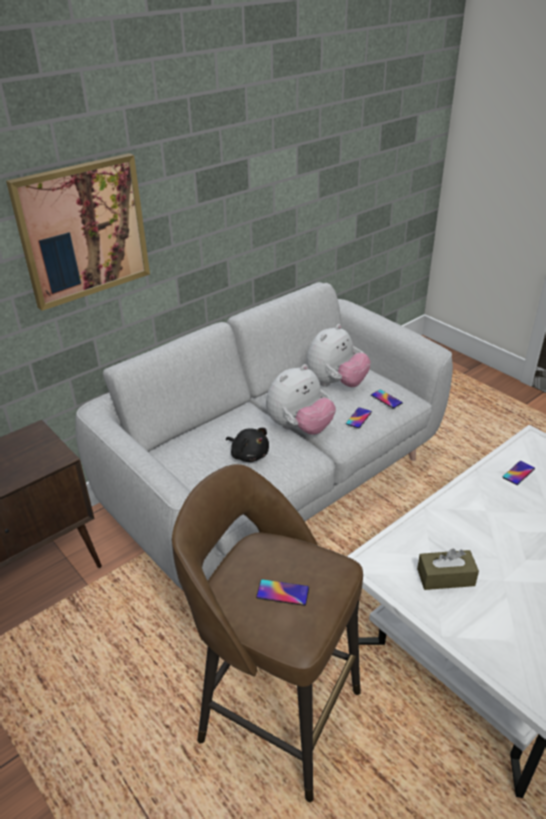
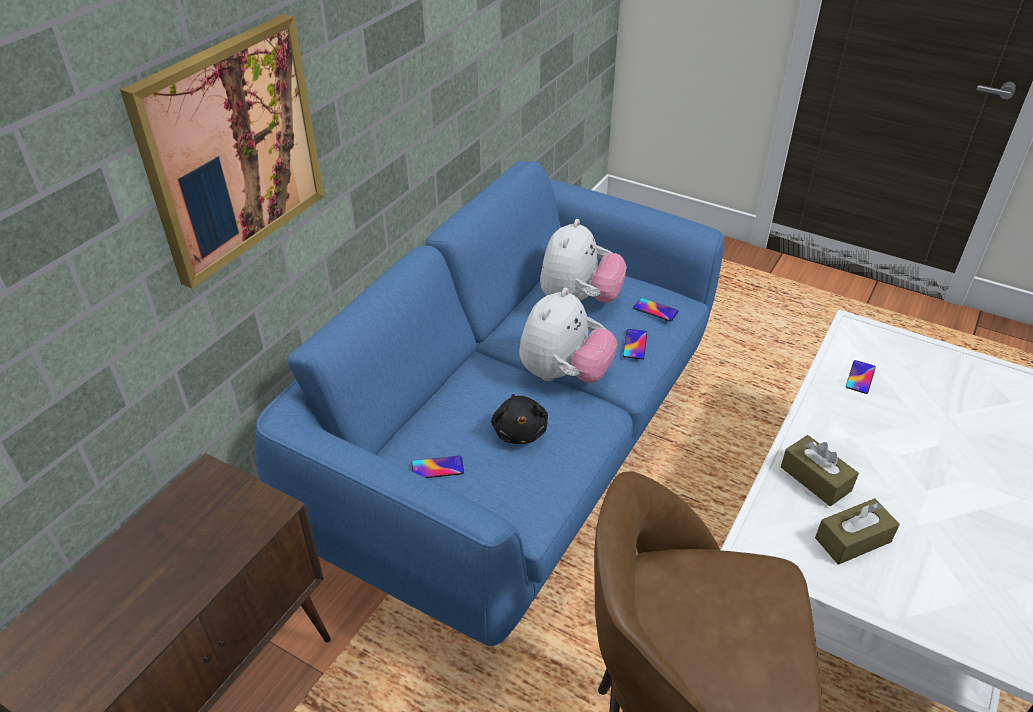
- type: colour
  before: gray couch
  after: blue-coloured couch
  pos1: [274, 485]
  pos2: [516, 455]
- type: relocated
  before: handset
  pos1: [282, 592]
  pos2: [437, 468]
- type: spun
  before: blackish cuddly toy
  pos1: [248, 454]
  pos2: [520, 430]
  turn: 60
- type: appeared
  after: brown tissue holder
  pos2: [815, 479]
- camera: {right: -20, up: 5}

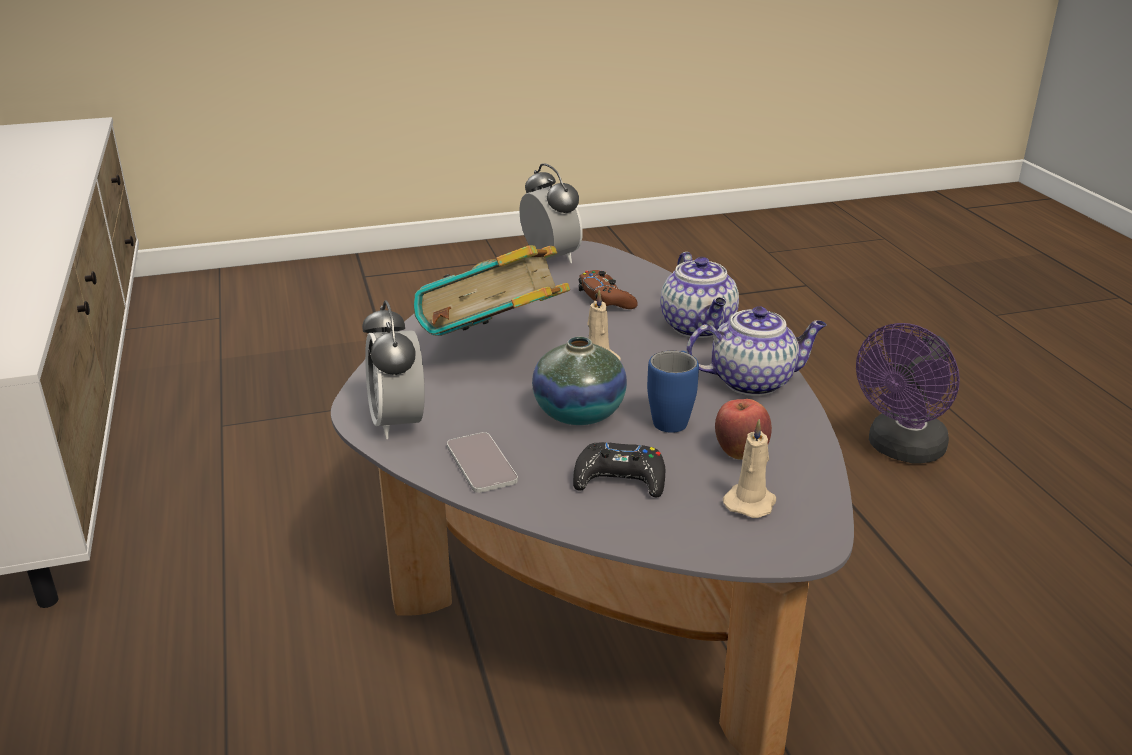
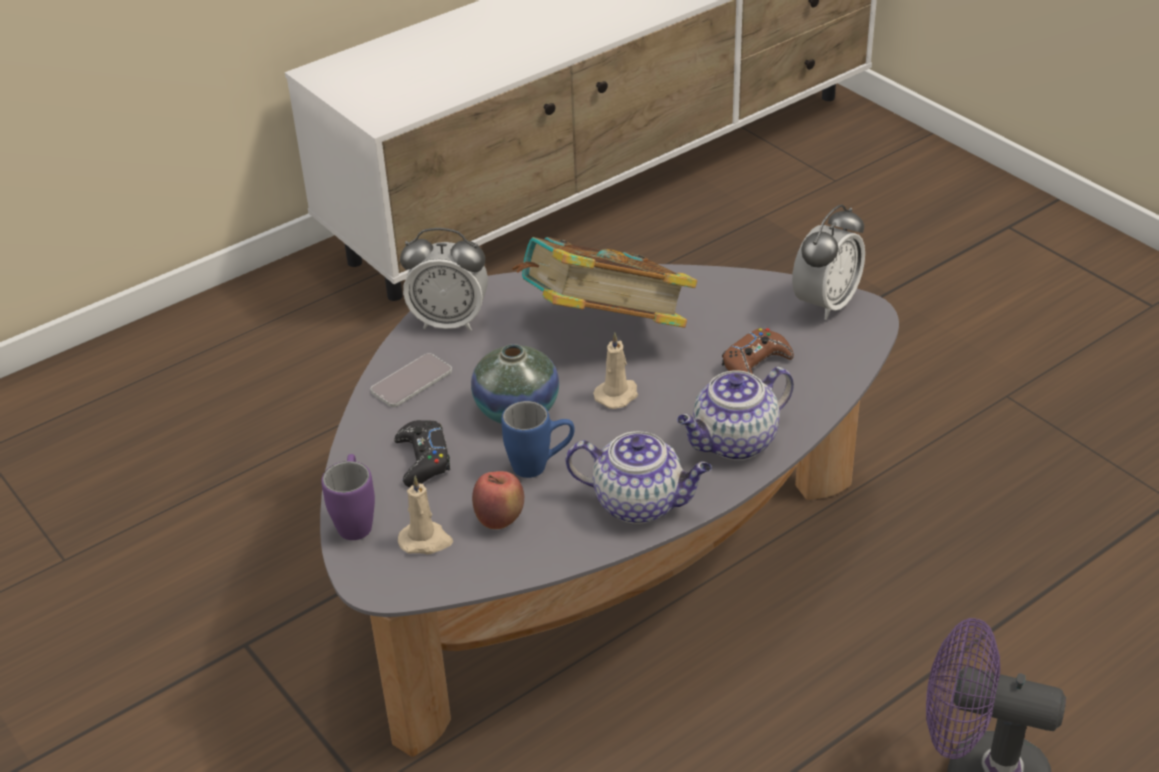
- type: appeared
  after: purplish mug
  pos2: [355, 519]
- type: spun
  before: alarm clock
  pos1: [398, 422]
  pos2: [449, 321]
  turn: -135
- type: spun
  before: teapot
  pos1: [753, 381]
  pos2: [640, 503]
  turn: -45
- camera: {right: 70, up: 10}

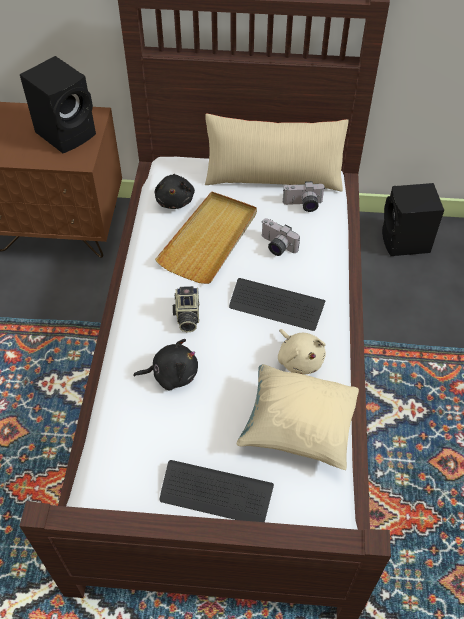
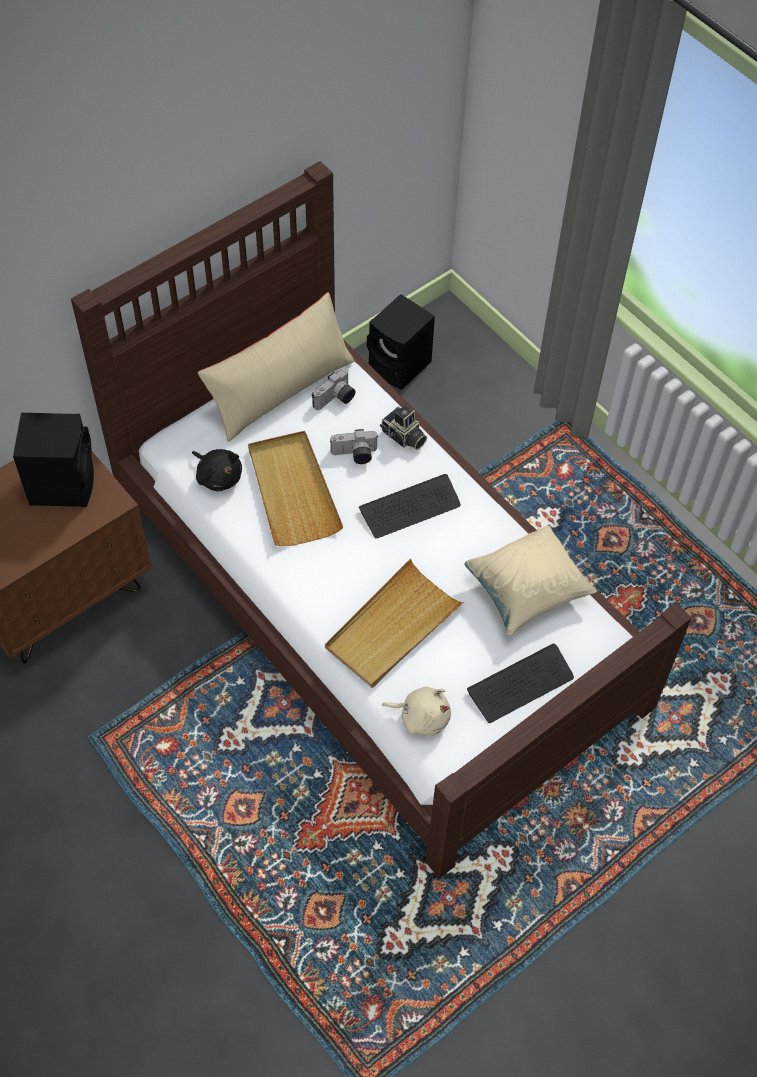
- type: exchanged
  before: blackish cuddly toy
  after: beige tray
  pos1: [172, 374]
  pos2: [392, 627]
- type: relocated
  before: photo camera
  pos1: [187, 316]
  pos2: [403, 437]
- type: relocated
  before: beige cuddly toy
  pos1: [299, 359]
  pos2: [421, 717]
- camera: {right: -45, up: 5}

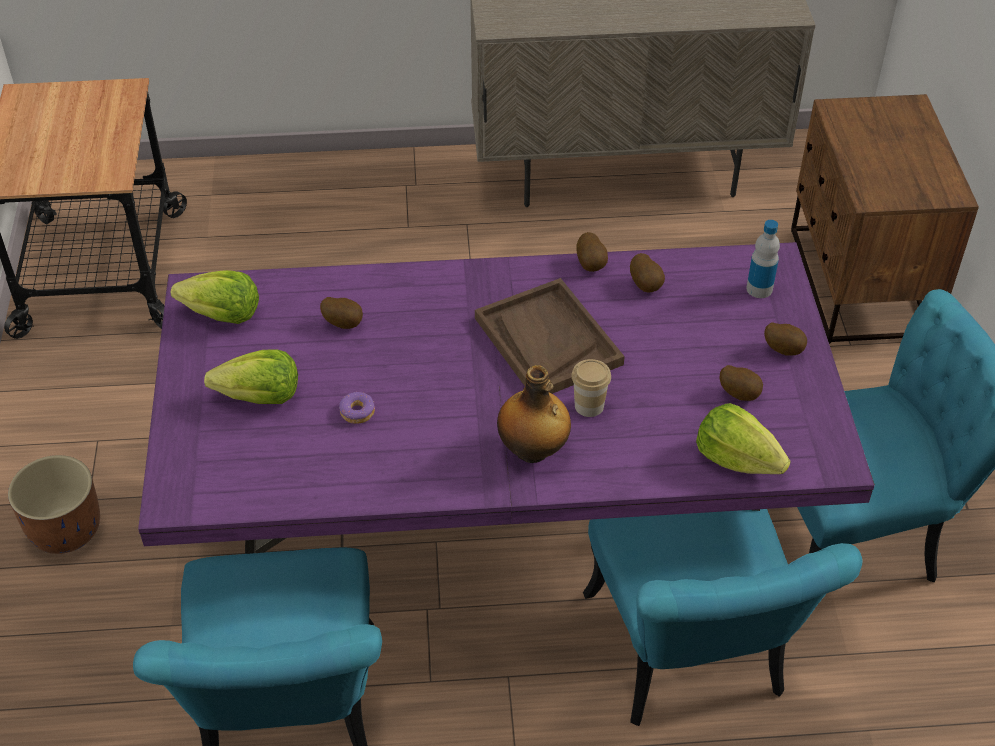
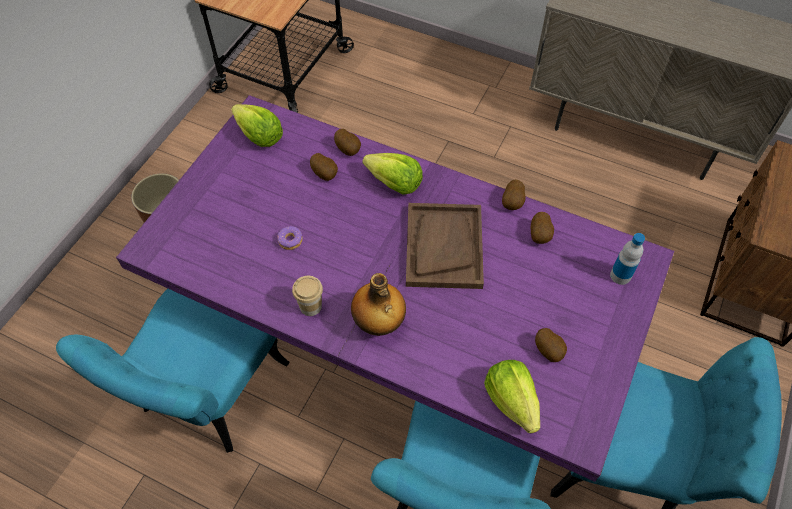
- type: relocated
  before: cup
  pos1: [589, 406]
  pos2: [310, 306]
- type: relocated
  before: spud
  pos1: [783, 349]
  pos2: [348, 150]
- type: relocated
  before: lettuce
  pos1: [259, 397]
  pos2: [394, 183]
- camera: {right: 30, up: 10}

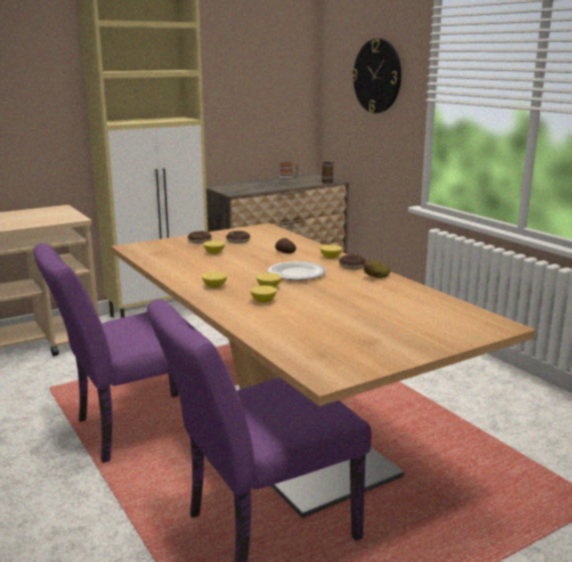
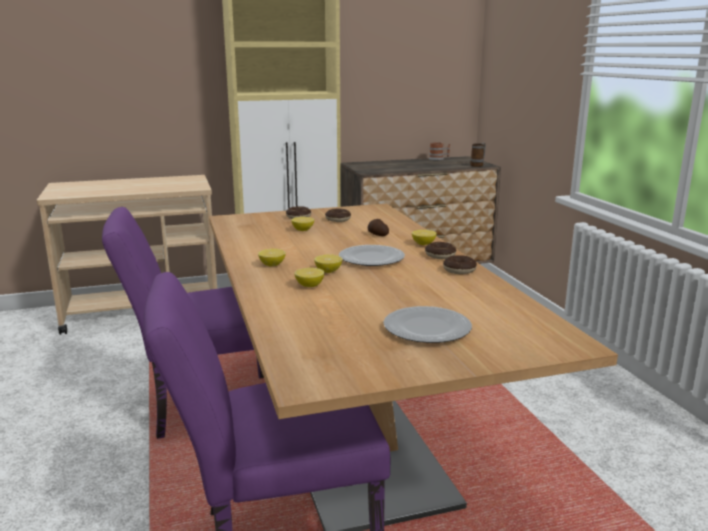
- type: appeared
  after: flat dish
  pos2: [426, 328]
- type: exchanged
  before: spud
  after: ring doughnut
  pos1: [377, 277]
  pos2: [459, 270]
- type: missing
  before: clock on the wall
  pos1: [377, 76]
- camera: {right: 15, up: 0}

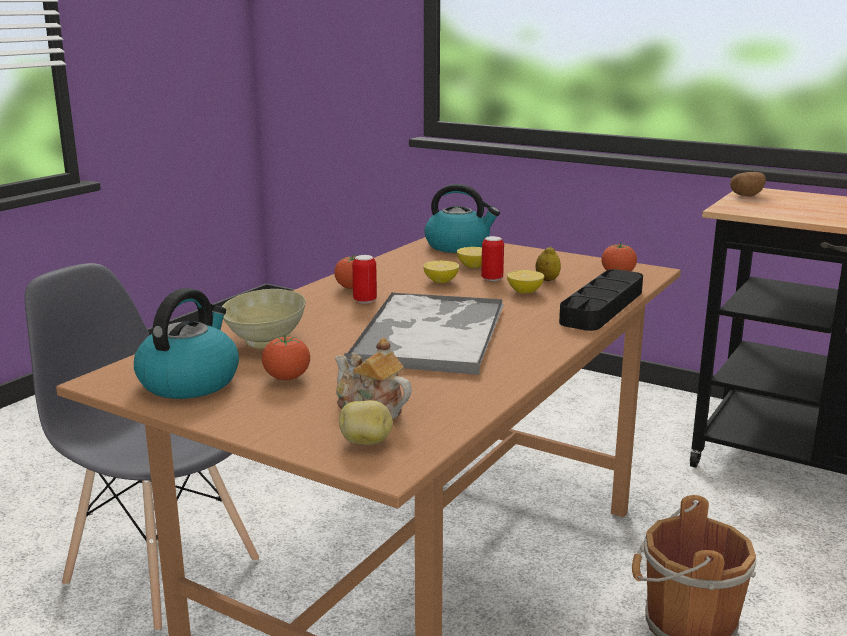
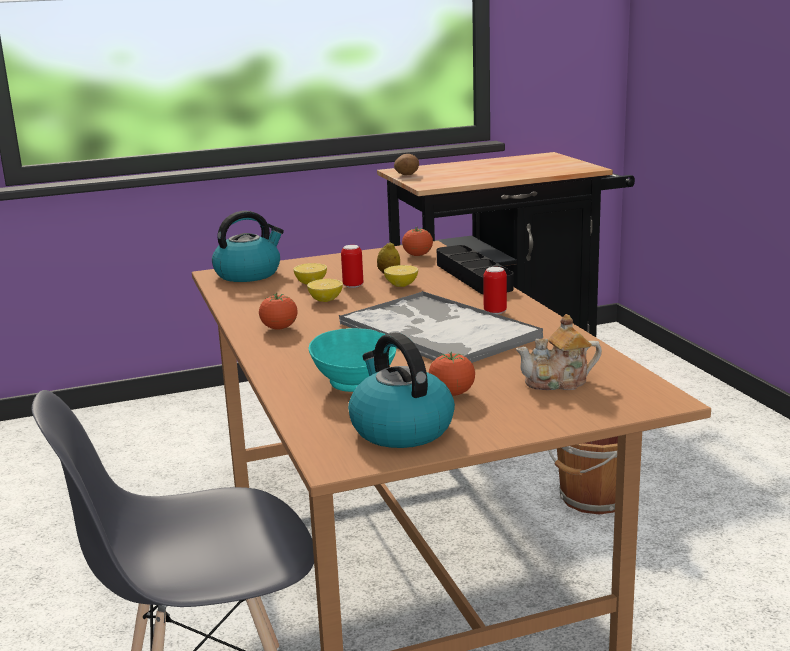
- type: colour
  before: beige bowl
  after: turquoise bowl
  pos1: [264, 342]
  pos2: [353, 385]
- type: relocated
  before: metal can
  pos1: [365, 301]
  pos2: [495, 312]
- type: missing
  before: spud
  pos1: [366, 442]
- camera: {right: -50, up: 0}

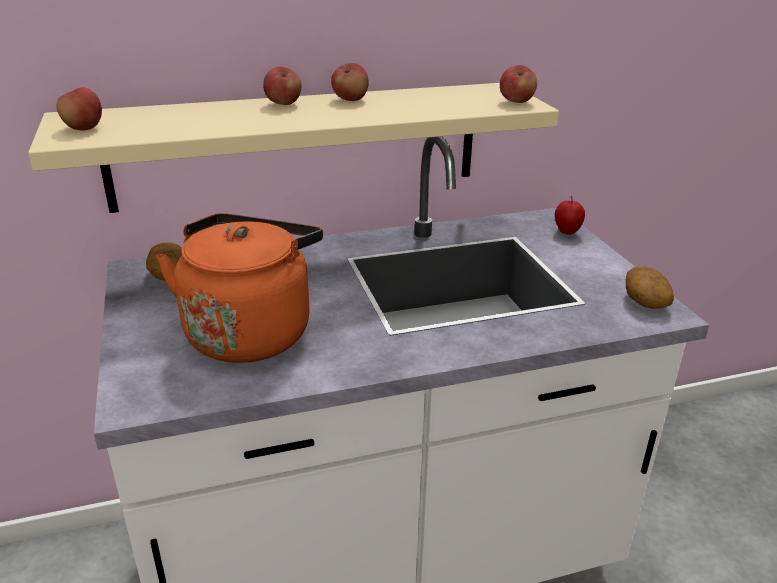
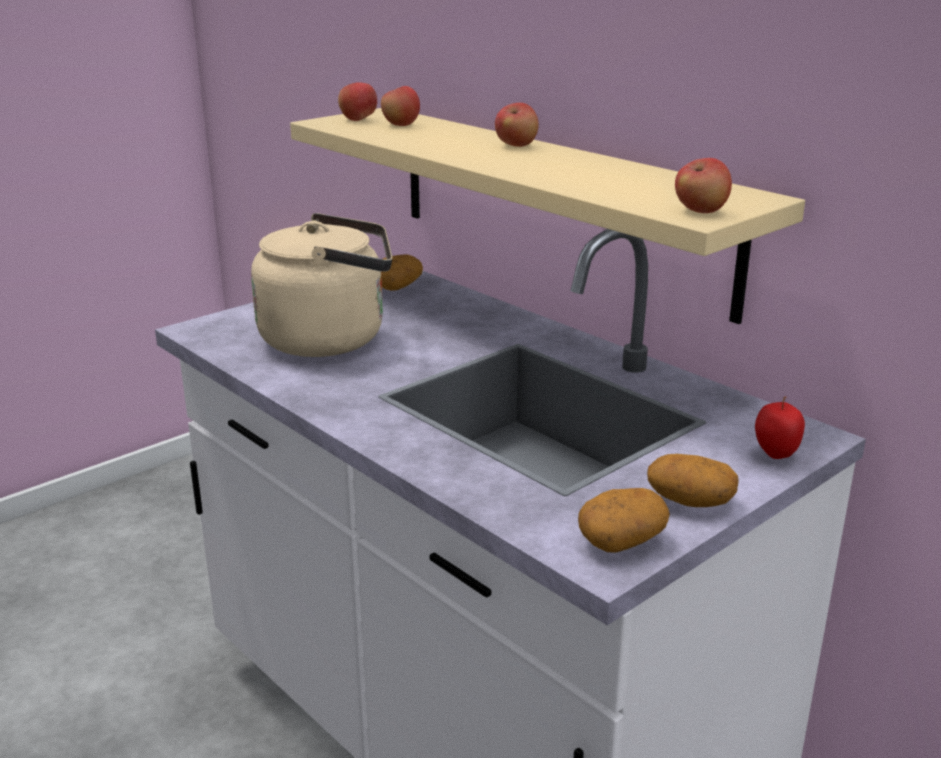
- type: colour
  before: orange kettle
  after: beige kettle
  pos1: [250, 331]
  pos2: [331, 339]
- type: relocated
  before: apple fruit
  pos1: [350, 100]
  pos2: [401, 124]
- type: appeared
  after: spud
  pos2: [689, 501]
- camera: {right: 65, up: -5}

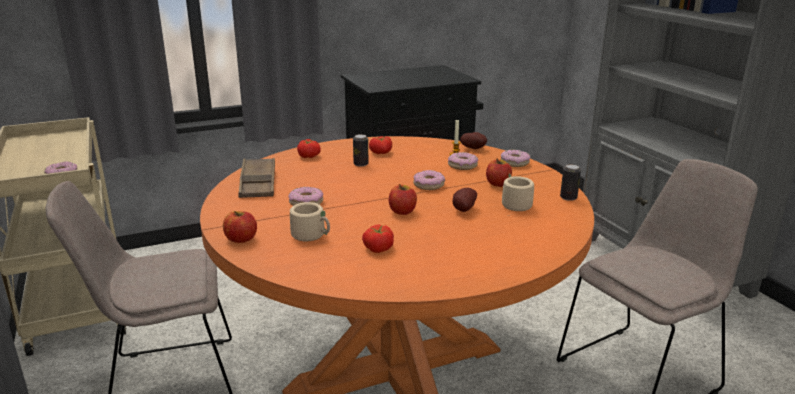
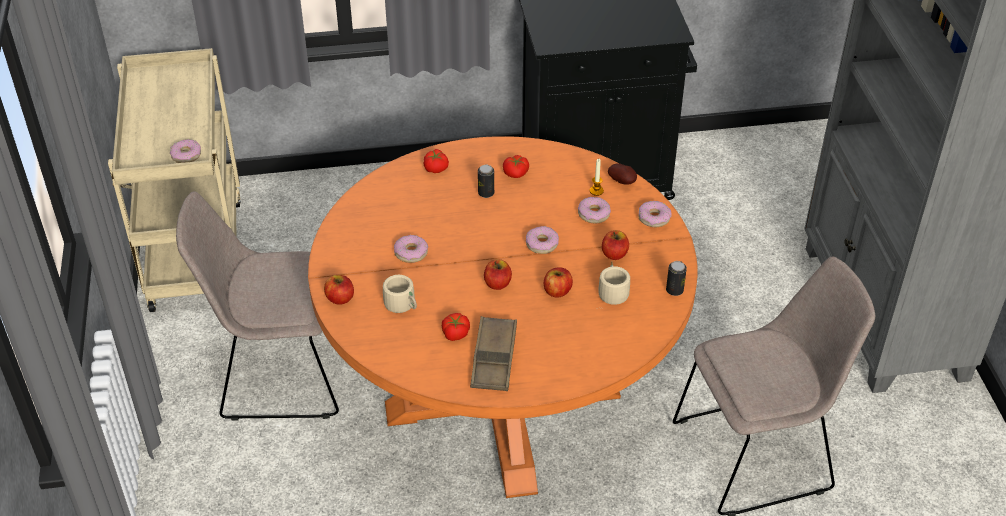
- type: relocated
  before: brown tray
  pos1: [258, 183]
  pos2: [494, 358]
- type: exchanged
  before: spud
  after: apple fruit
  pos1: [463, 210]
  pos2: [557, 291]
- camera: {right: 15, up: 20}

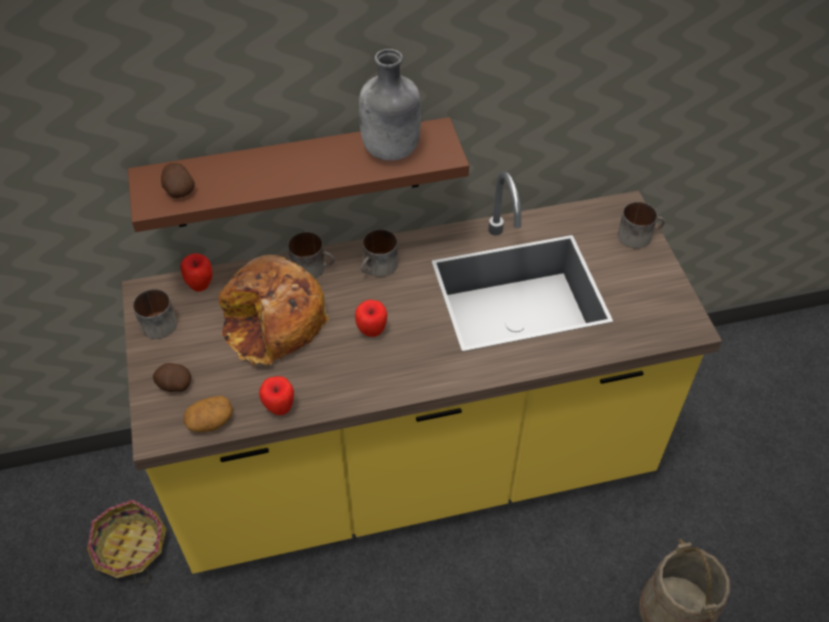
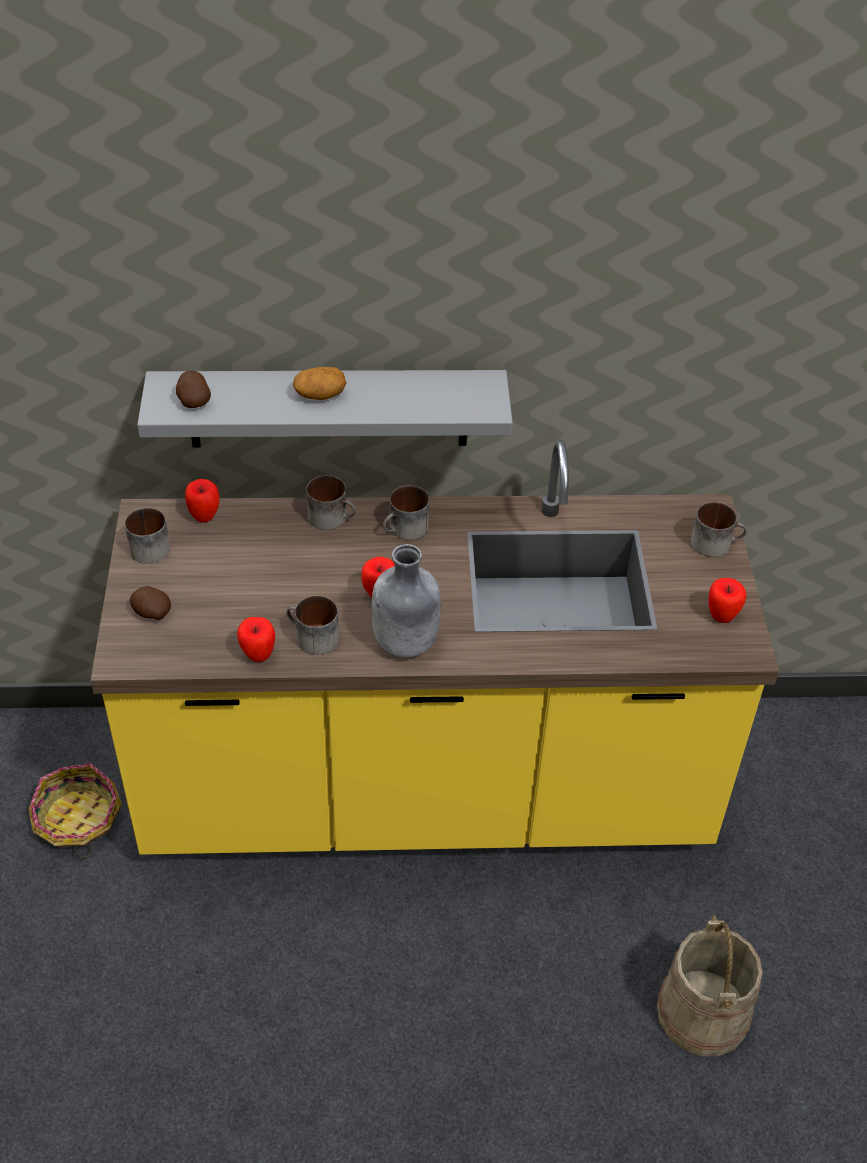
- type: colour
  before: brown bracket shelf
  after: gray bracket shelf
  pos1: [297, 174]
  pos2: [328, 408]
- type: appeared
  after: mug
  pos2: [311, 638]
- type: relocated
  before: spud
  pos1: [210, 422]
  pos2: [320, 395]
- type: relocated
  before: gray beverage bottle
  pos1: [391, 150]
  pos2: [405, 643]
- type: appeared
  after: apple fruit
  pos2: [722, 616]
- type: missing
  before: bread
  pos1: [273, 322]
- camera: {right: 10, up: -5}

